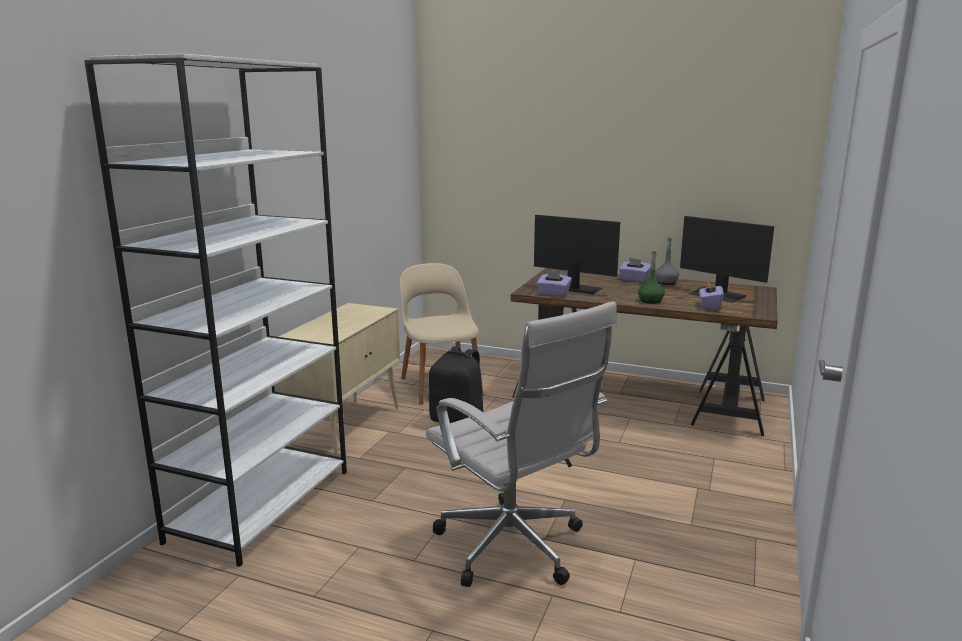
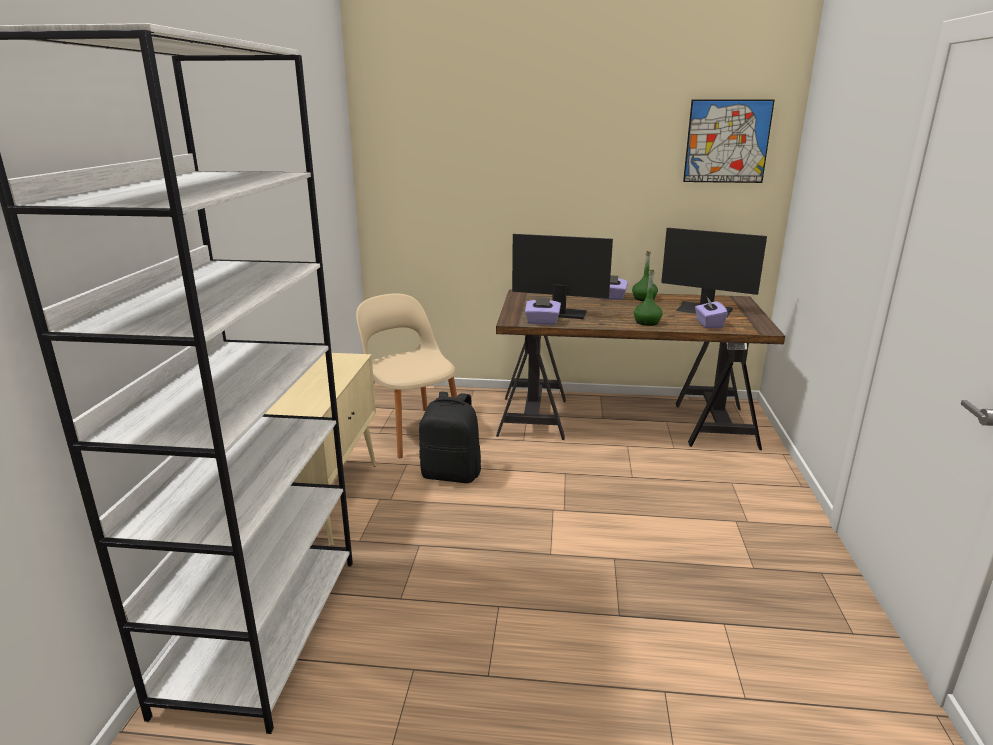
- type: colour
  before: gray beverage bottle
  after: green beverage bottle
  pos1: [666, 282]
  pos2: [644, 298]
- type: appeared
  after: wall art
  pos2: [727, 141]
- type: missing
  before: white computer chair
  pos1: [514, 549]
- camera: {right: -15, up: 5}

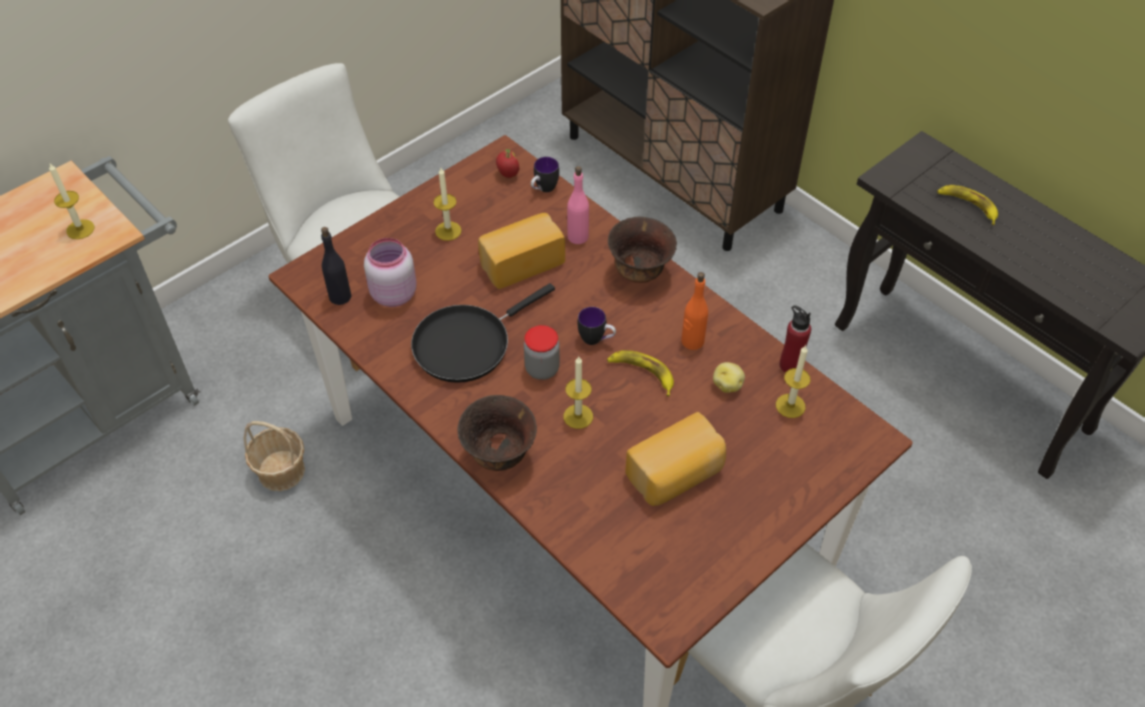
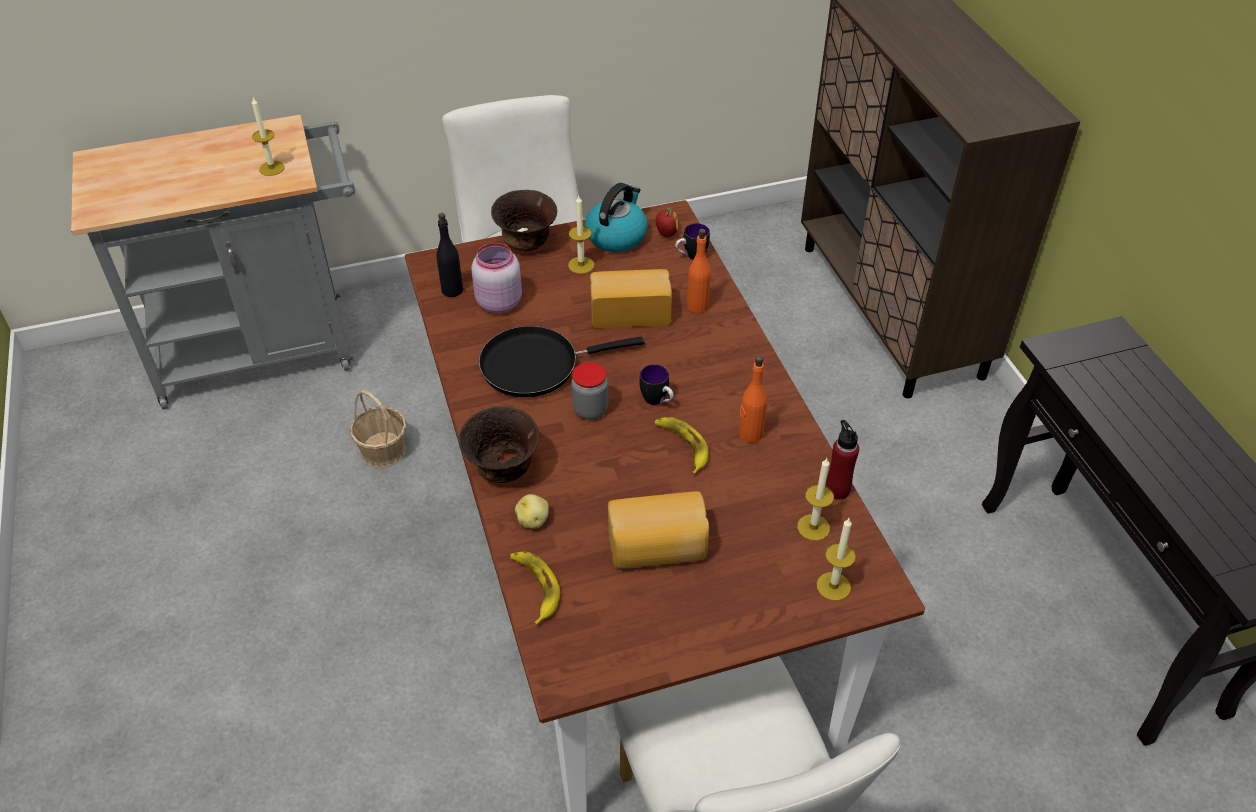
- type: relocated
  before: brown bowl
  pos1: [639, 272]
  pos2: [527, 244]
- type: relocated
  before: banana
  pos1: [967, 205]
  pos2: [534, 587]
- type: relocated
  before: spud
  pos1: [727, 385]
  pos2: [533, 520]
- type: appeared
  after: kettle
  pos2: [616, 236]
- type: colour
  before: pinkish beverage bottle
  after: orange beverage bottle
  pos1: [578, 236]
  pos2: [697, 306]
- type: relocated
  before: wax candle
  pos1: [578, 416]
  pos2: [833, 586]
- camera: {right: 25, up: -5}

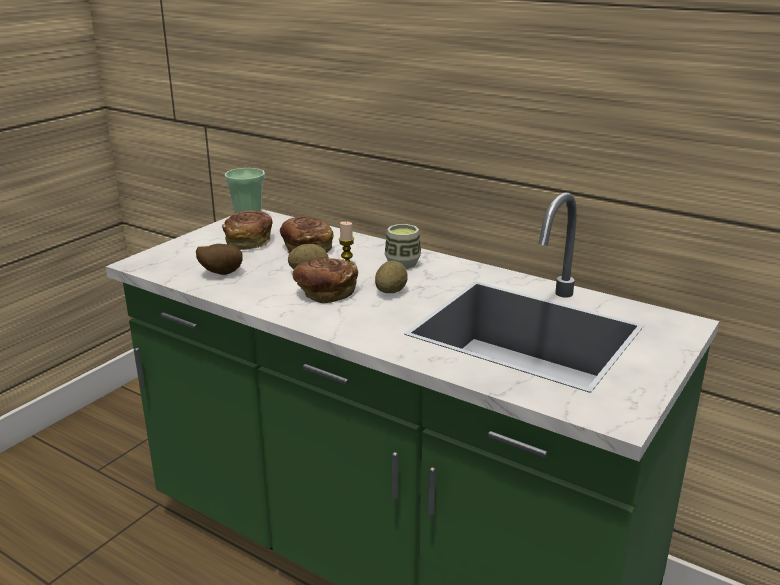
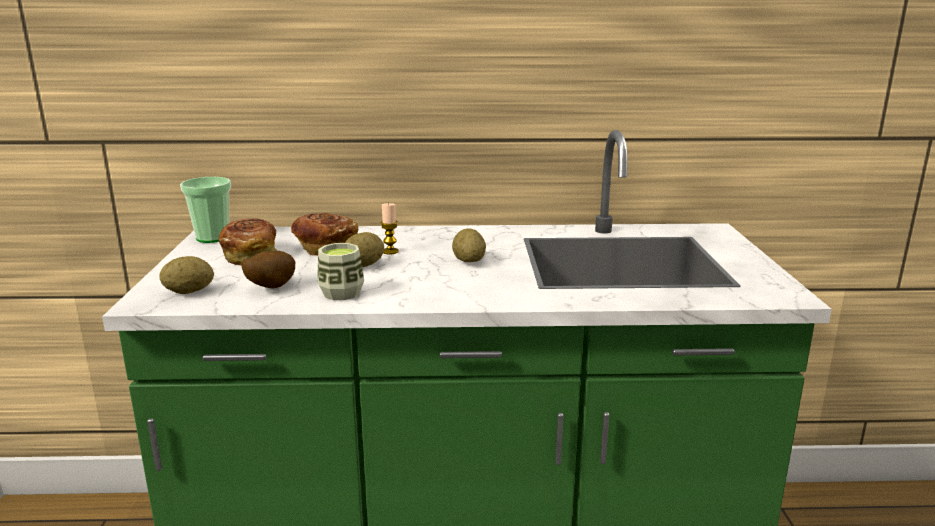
- type: appeared
  after: spud
  pos2: [189, 292]
- type: relocated
  before: cup
  pos1: [402, 263]
  pos2: [341, 293]
- type: missing
  before: bread
  pos1: [325, 293]
- camera: {right: -35, up: -5}

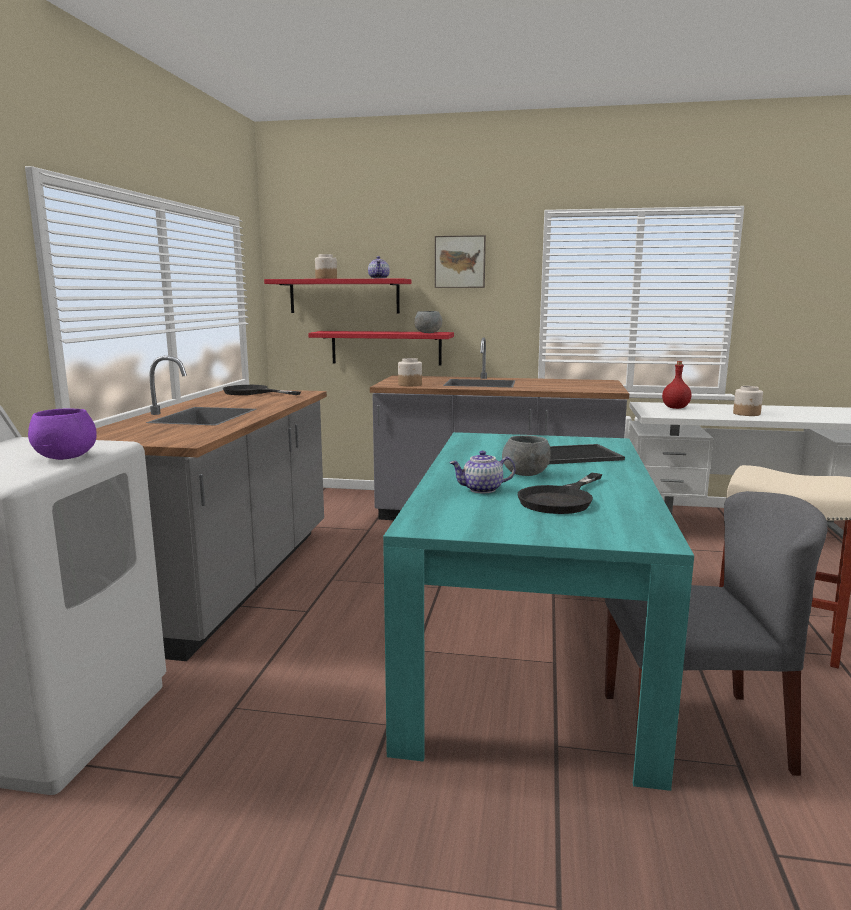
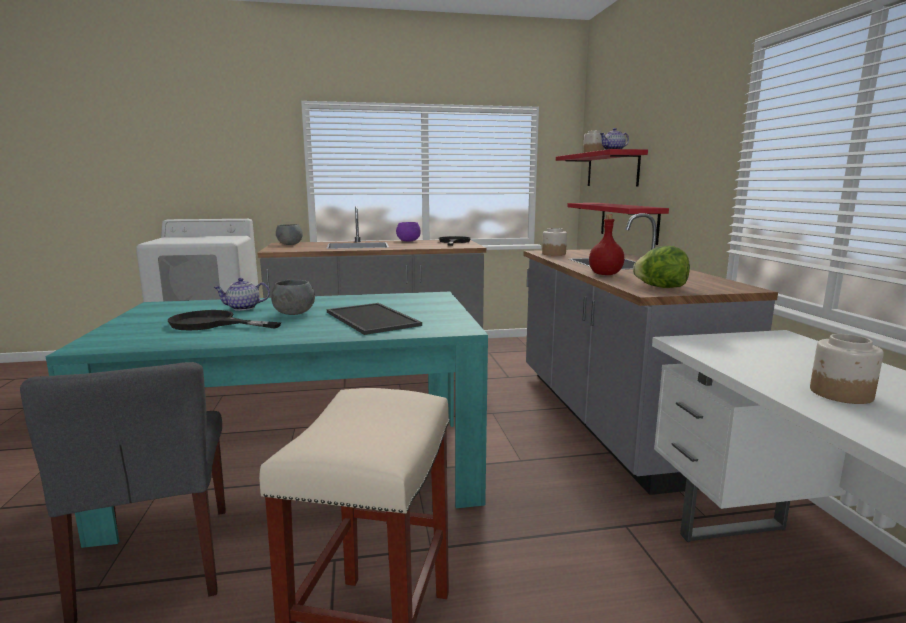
- type: spun
  before: teapot
  pos1: [482, 490]
  pos2: [243, 308]
  turn: -75
- type: relocated
  before: gray bowl
  pos1: [428, 333]
  pos2: [290, 244]
- type: relocated
  before: purplish bowl
  pos1: [66, 457]
  pos2: [408, 241]
- type: relocated
  before: red beverage bottle
  pos1: [675, 408]
  pos2: [605, 274]
- type: appeared
  after: lettuce
  pos2: [660, 287]
- type: missing
  before: wall art
  pos1: [460, 262]
- camera: {right: 70, up: 0}

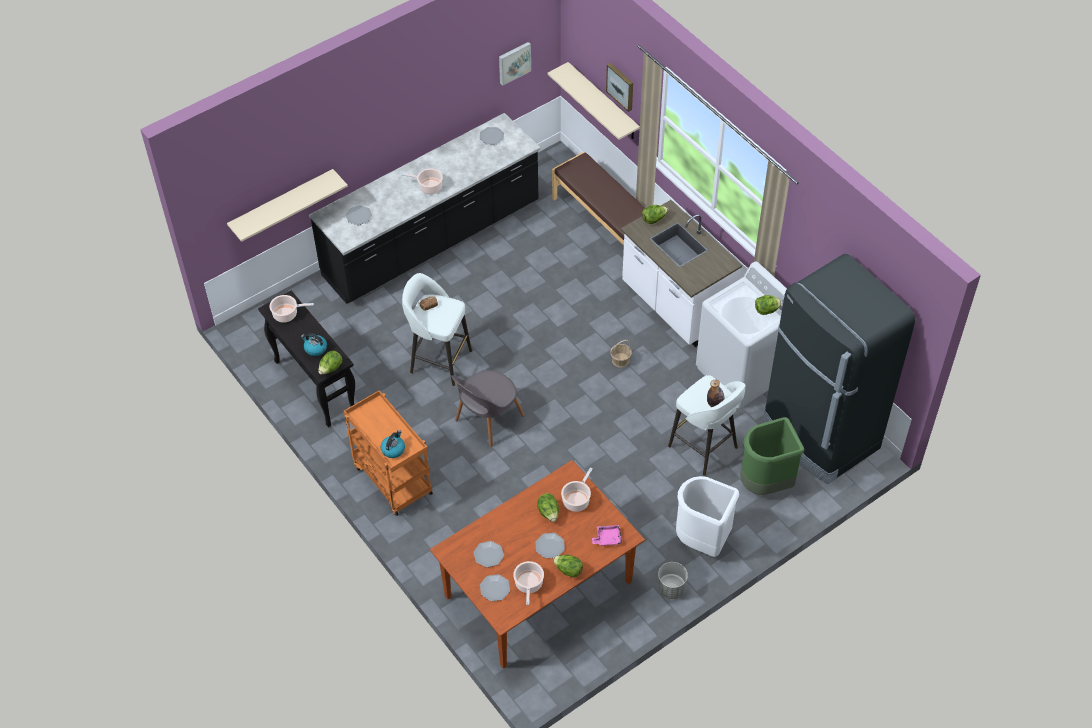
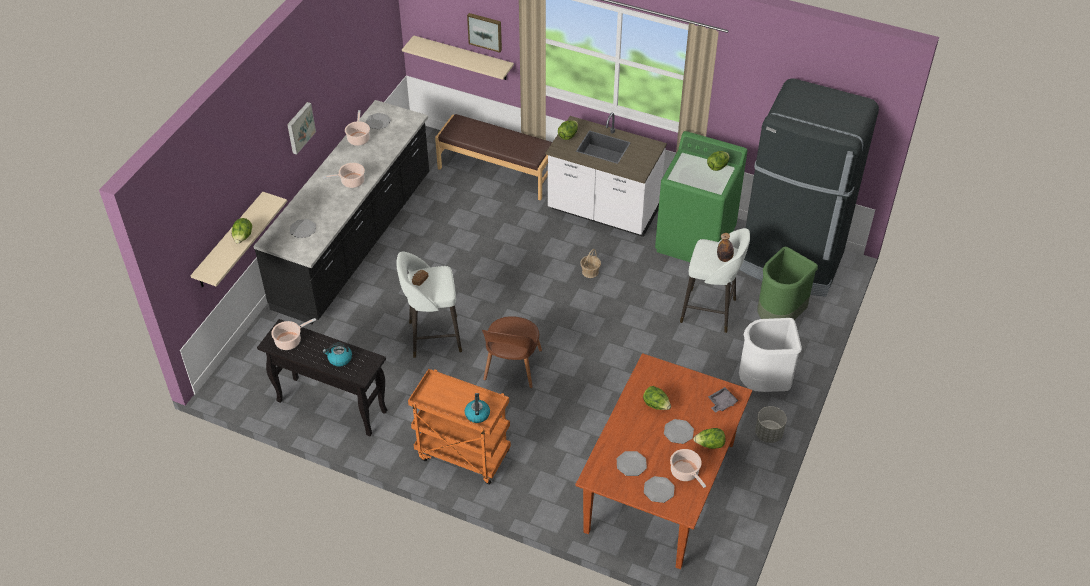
- type: relocated
  before: lettuce
  pos1: [331, 369]
  pos2: [243, 238]
- type: relocated
  before: wall art
  pos1: [514, 62]
  pos2: [299, 127]
- type: relocated
  before: saucepot
  pos1: [577, 500]
  pos2: [358, 138]
- type: colour
  before: gray chair
  after: brown chair
  pos1: [487, 420]
  pos2: [512, 367]
- type: colour
  before: white laundry appliance
  after: green laundry appliance
  pos1: [743, 372]
  pos2: [695, 240]
- type: colour
  before: pinkish tray
  after: gray tray
  pos1: [607, 538]
  pos2: [721, 403]
- camera: {right: -30, up: -5}

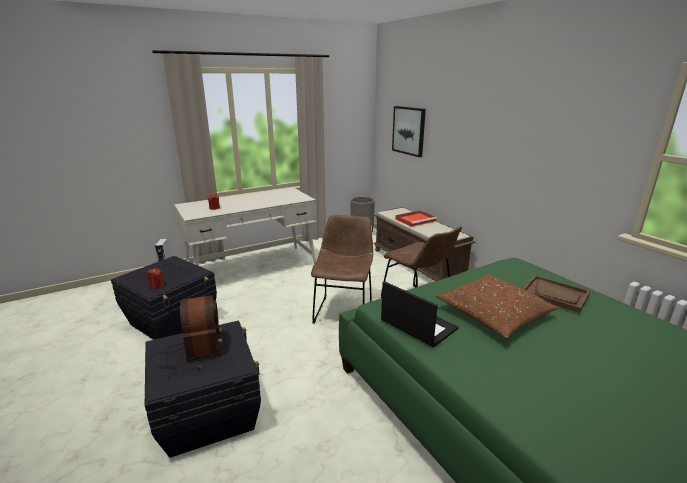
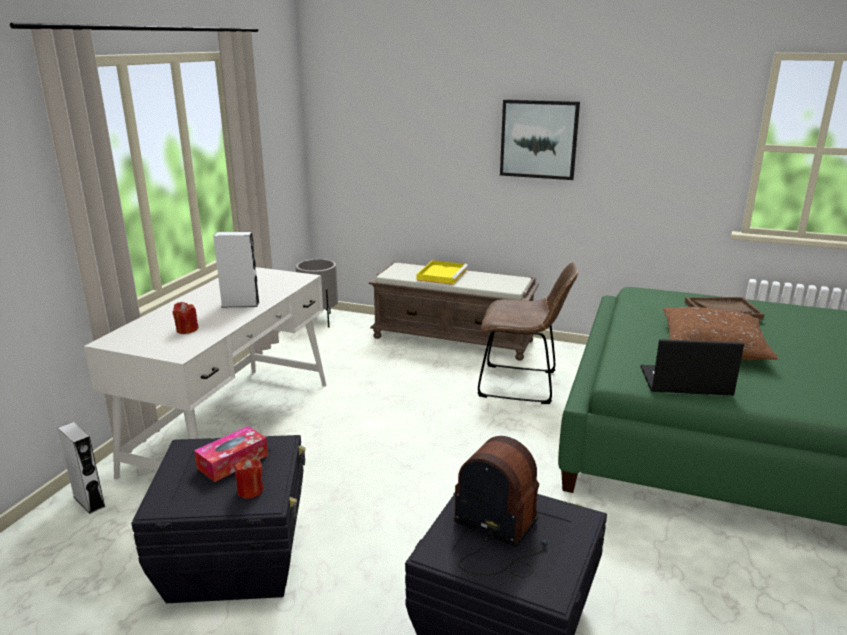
- type: appeared
  after: tissue holder
  pos2: [233, 461]
- type: appeared
  after: gray loudspeaker
  pos2: [240, 304]
- type: colour
  before: red tray
  after: yellow tray
  pos1: [415, 220]
  pos2: [442, 274]
- type: relocated
  before: wall art
  pos1: [409, 130]
  pos2: [539, 139]
- type: missing
  before: brown chair
  pos1: [344, 310]
- camera: {right: -40, up: 0}

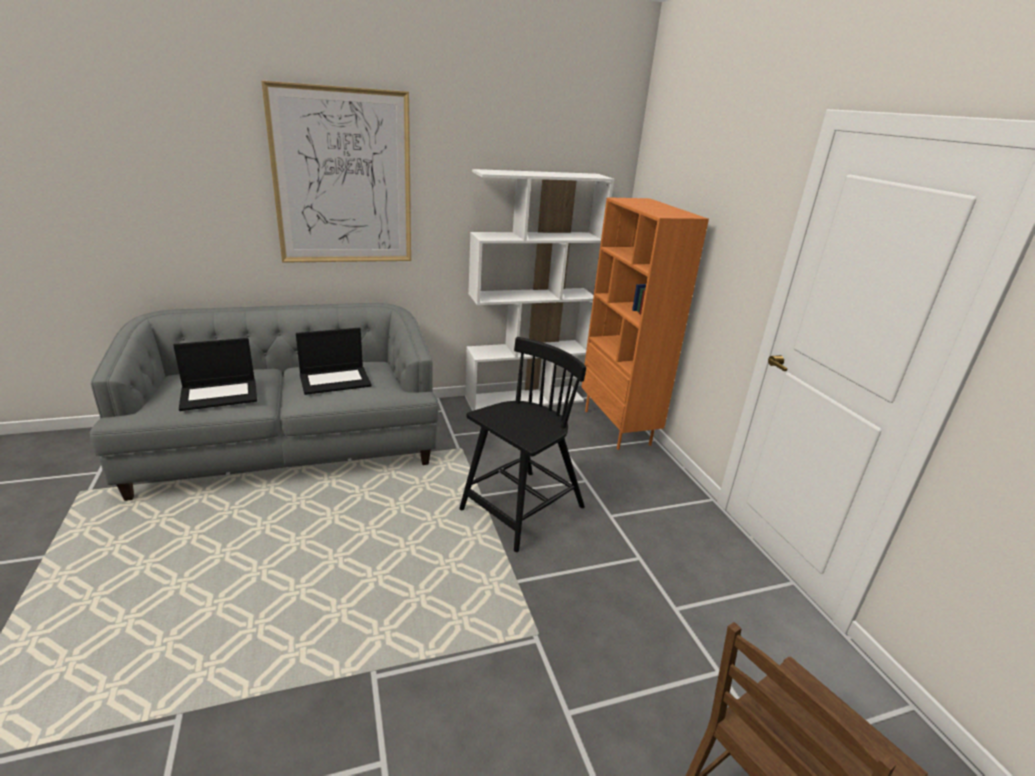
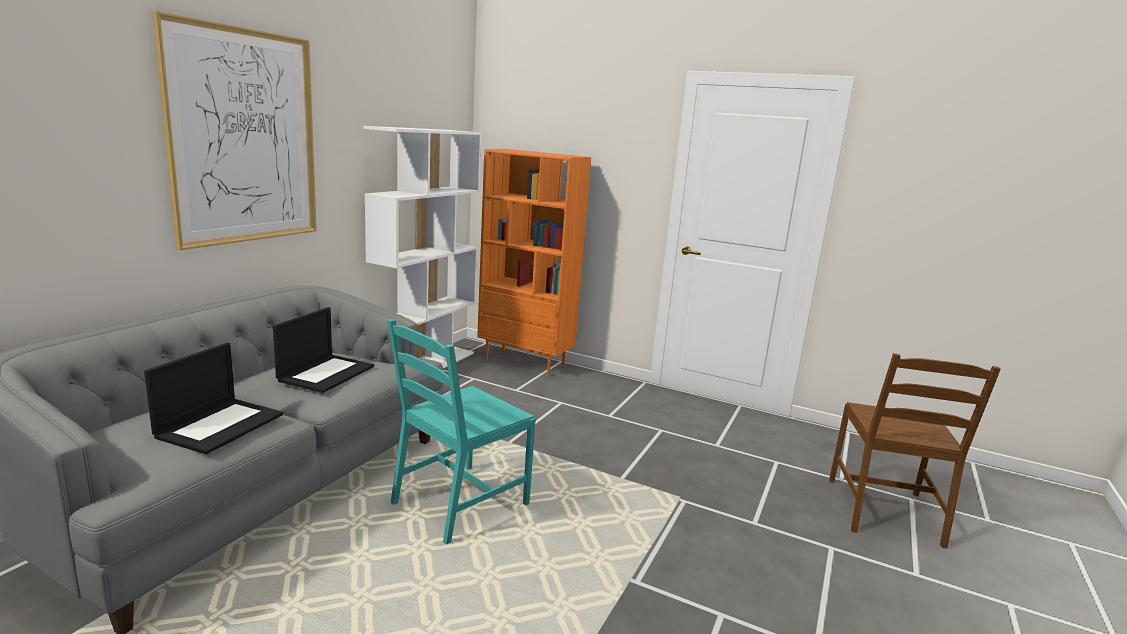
- type: appeared
  after: turquoise chair
  pos2: [459, 504]
- type: missing
  before: blackish chair
  pos1: [521, 510]
- camera: {right: -45, up: -10}

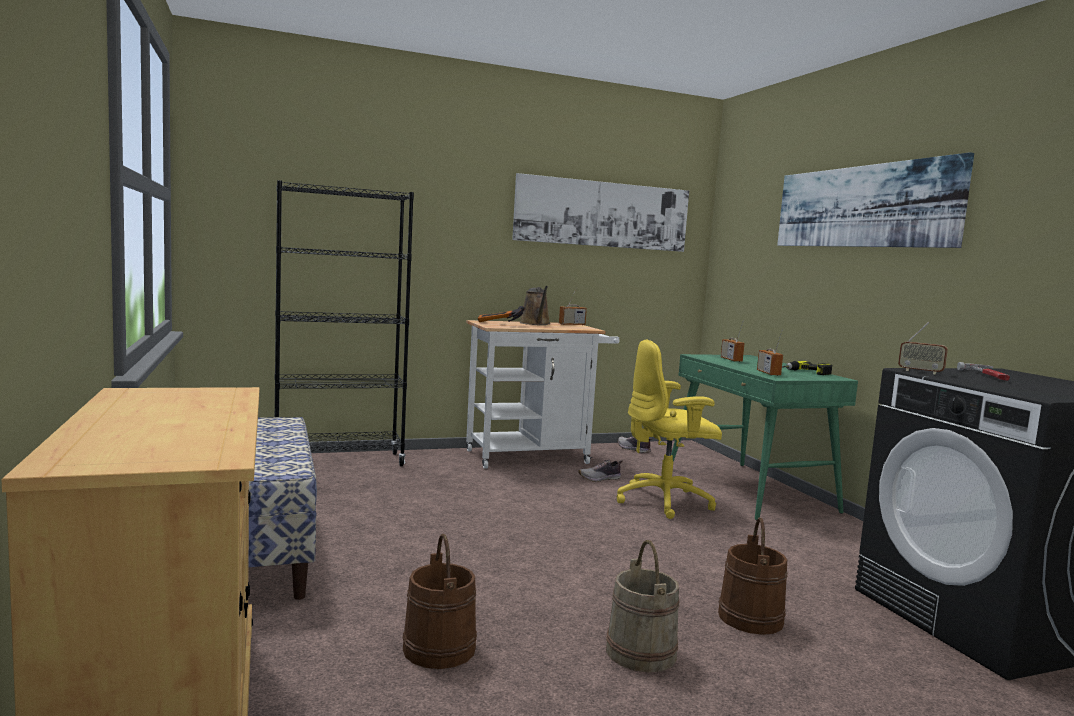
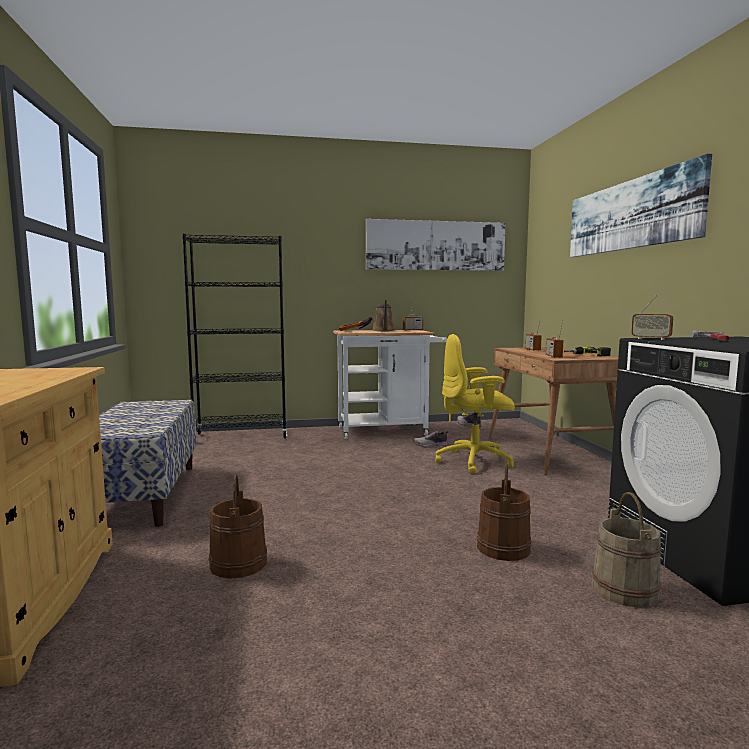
- type: colour
  before: green desk
  after: brown desk
  pos1: [749, 490]
  pos2: [550, 453]
- type: relocated
  before: beige bucket
  pos1: [640, 652]
  pos2: [624, 589]
- camera: {right: 10, up: 0}

